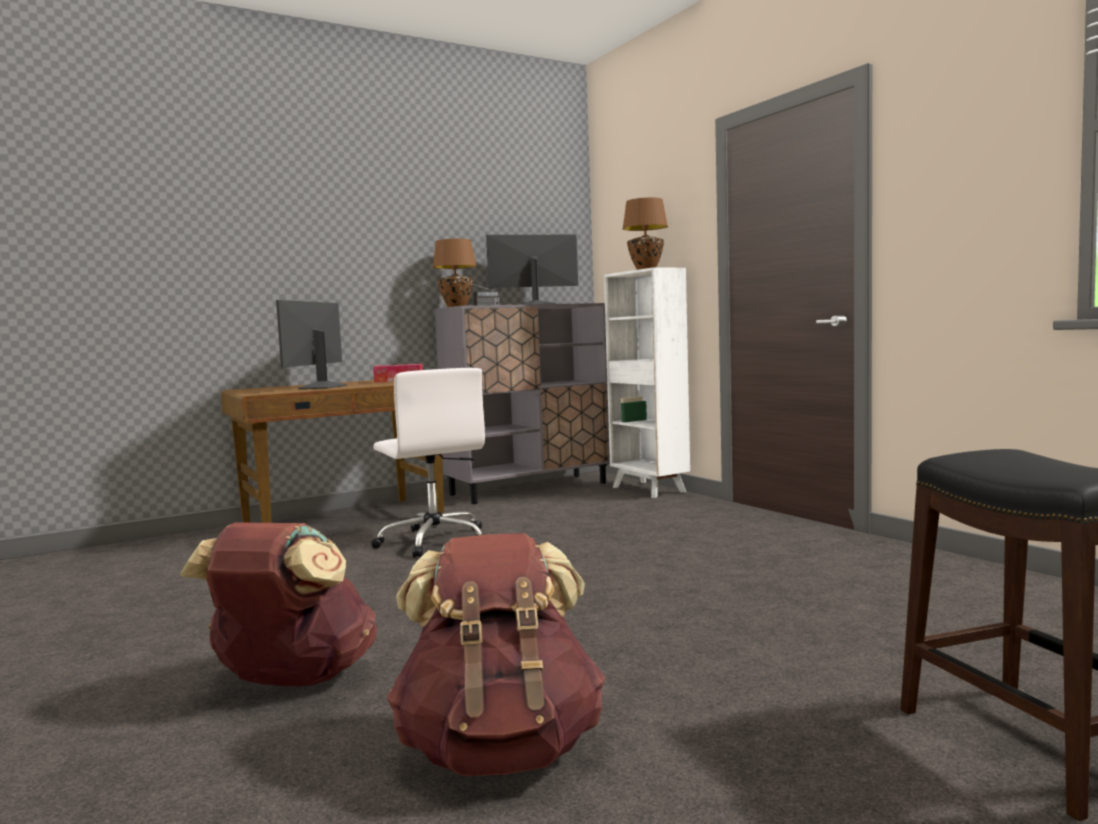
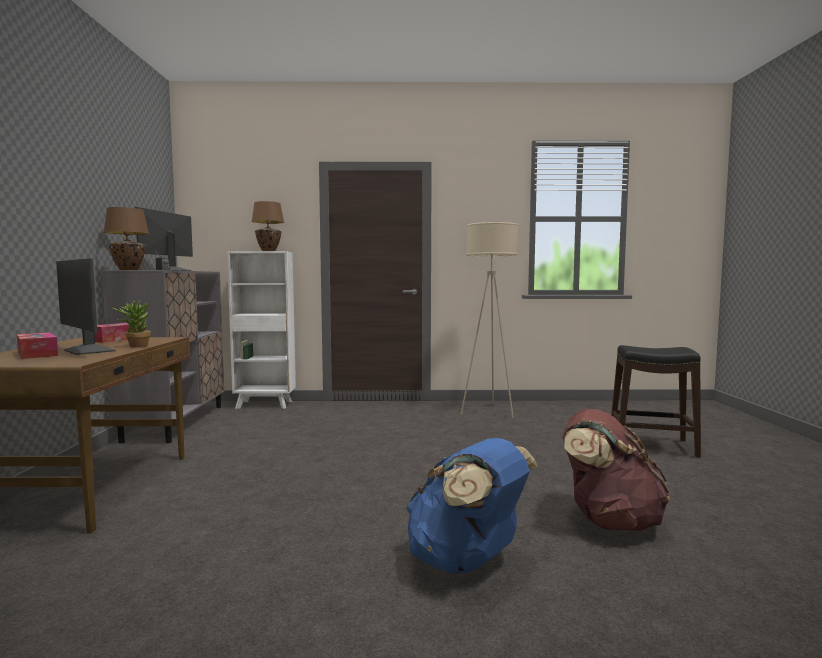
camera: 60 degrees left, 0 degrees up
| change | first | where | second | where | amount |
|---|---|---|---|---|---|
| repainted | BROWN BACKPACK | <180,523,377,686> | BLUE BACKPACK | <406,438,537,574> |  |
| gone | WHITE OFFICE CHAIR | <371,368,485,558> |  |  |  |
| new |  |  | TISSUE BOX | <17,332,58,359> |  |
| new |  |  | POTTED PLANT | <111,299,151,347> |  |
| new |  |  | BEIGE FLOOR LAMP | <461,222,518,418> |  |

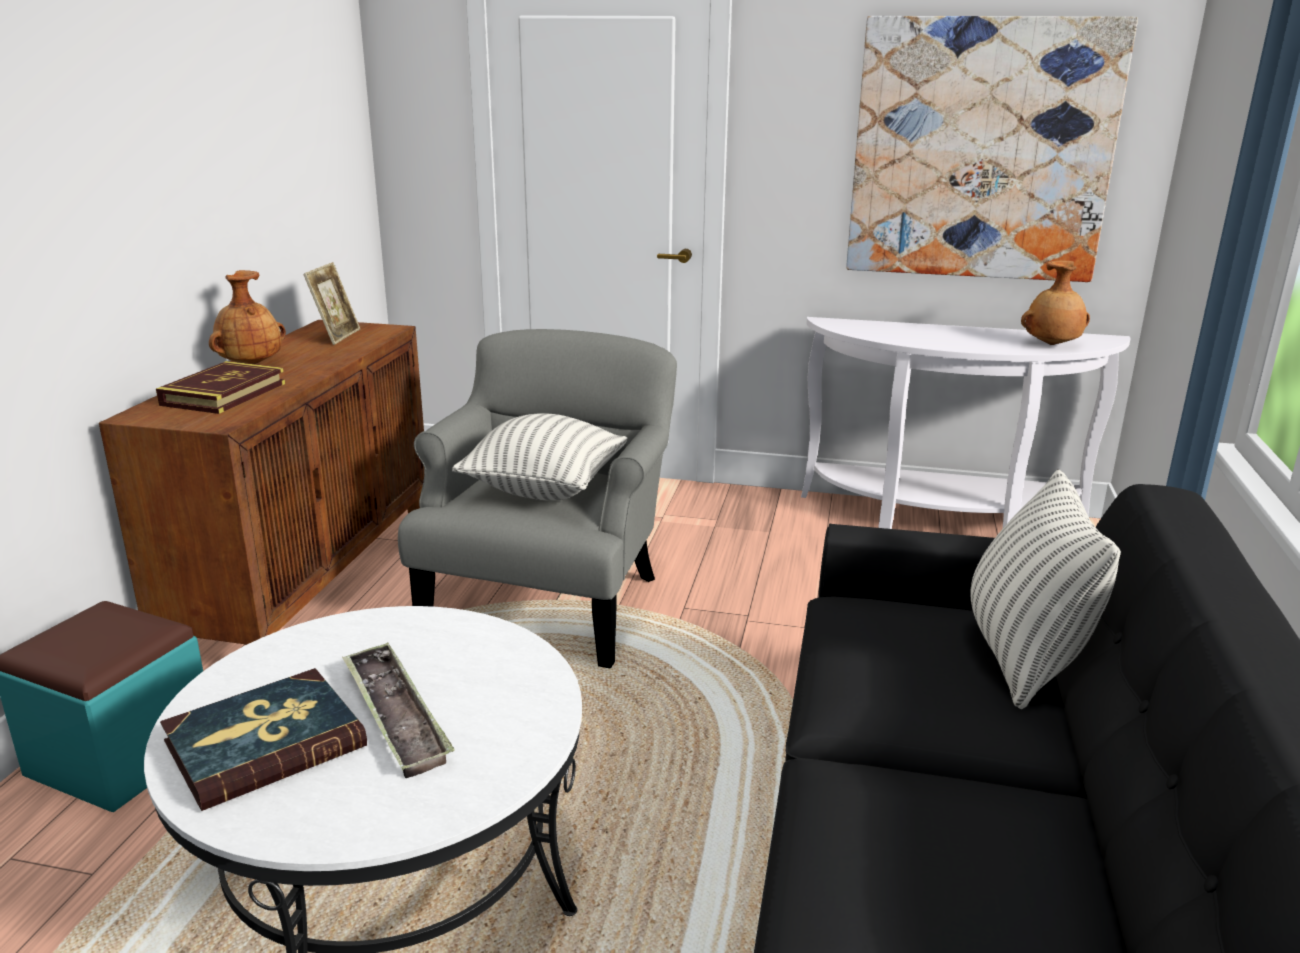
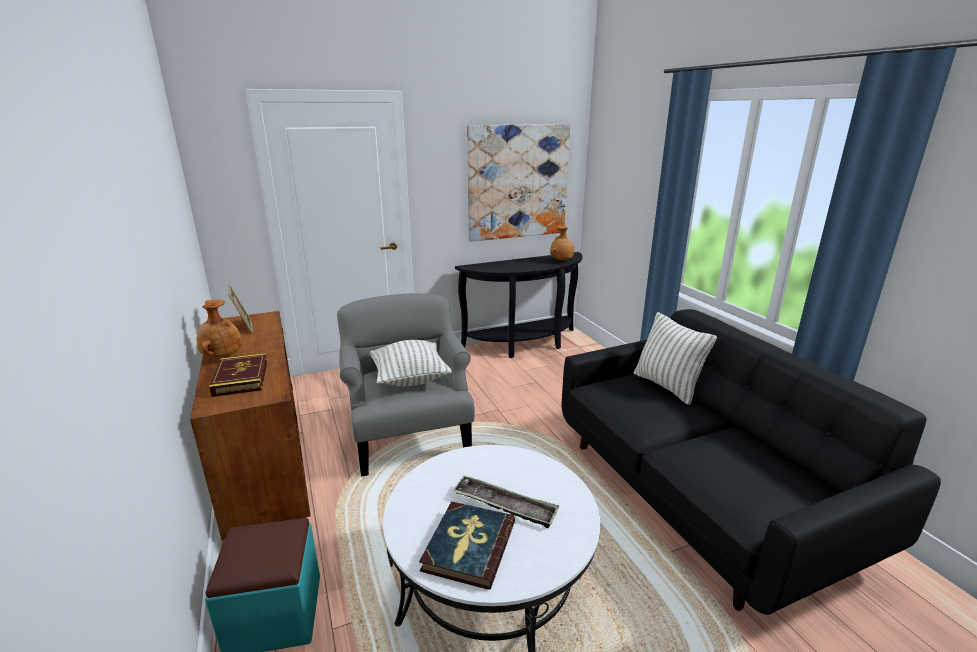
camera: 35 degrees left, 0 degrees up
| change | first | where | second | where | amount |
|---|---|---|---|---|---|
| repainted | WHITE CONSOLE TABLE | <801,317,1131,529> | BLACK CONSOLE TABLE | <455,252,582,358> |  |

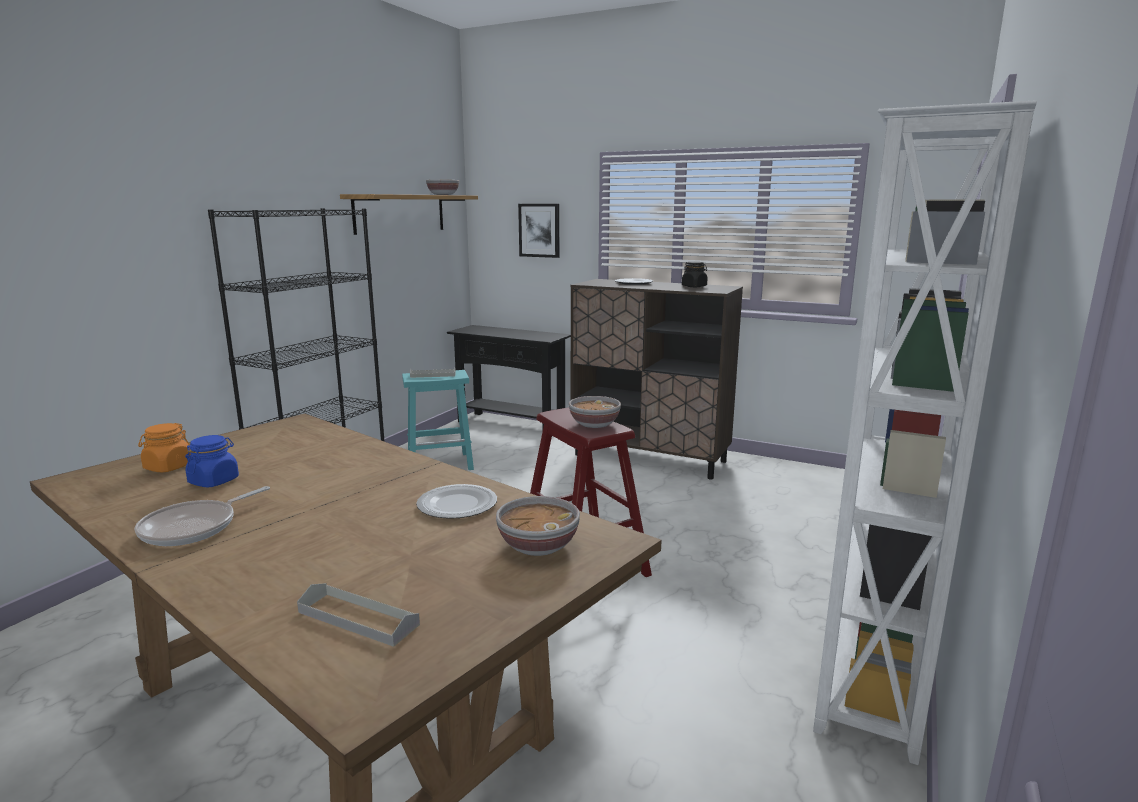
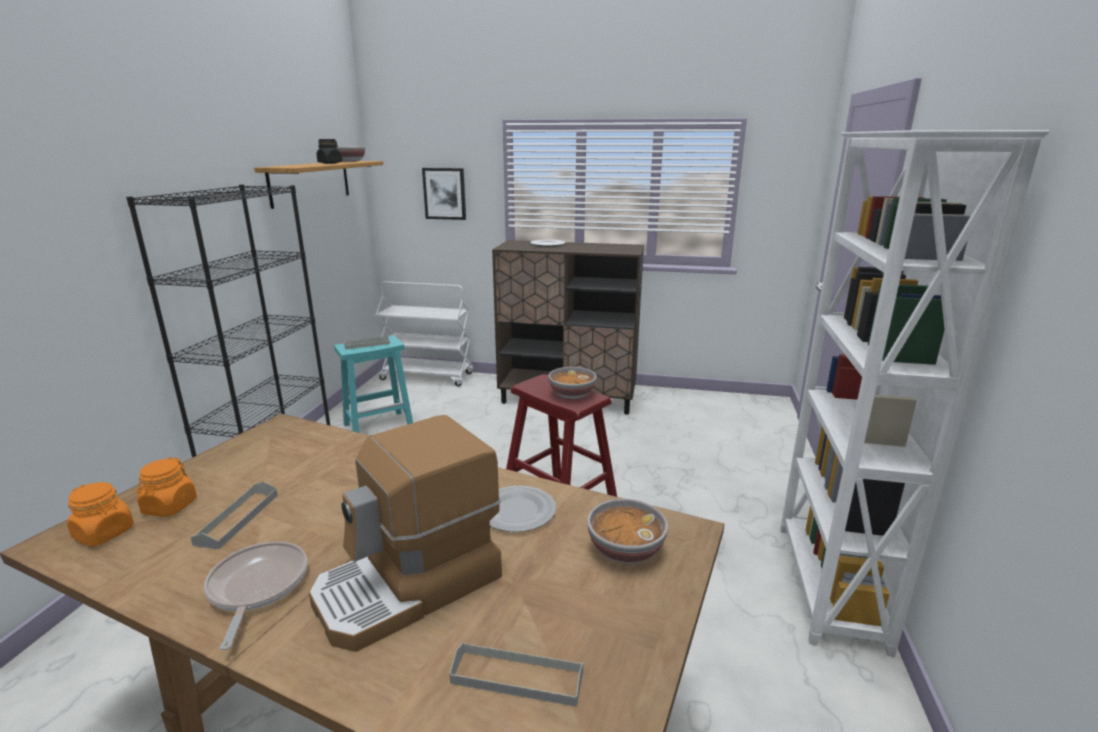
camera: 15 degrees left, 5 degrees up
| change | first | where | second | where | amount |
|---|---|---|---|---|---|
| rotated | FRYING PAN | <135,486,270,546> |  | <204,541,308,650> | 150 degrees clockwise |
| swapped | BLUE JAR | <185,435,239,488> | GREY TRAY | <190,481,278,549> |  |
| swapped | BLACK CONSOLE TABLE | <447,325,571,432> | WHITE CART | <375,281,473,387> |  |
| shifted | BLACK JAR | <682,262,707,287> |  | <317,139,342,164> |  |
| new |  |  | ORANGE JAR | <67,482,134,547> |  |
| new |  |  | COFFEE MACHINE | <309,415,502,652> |  |

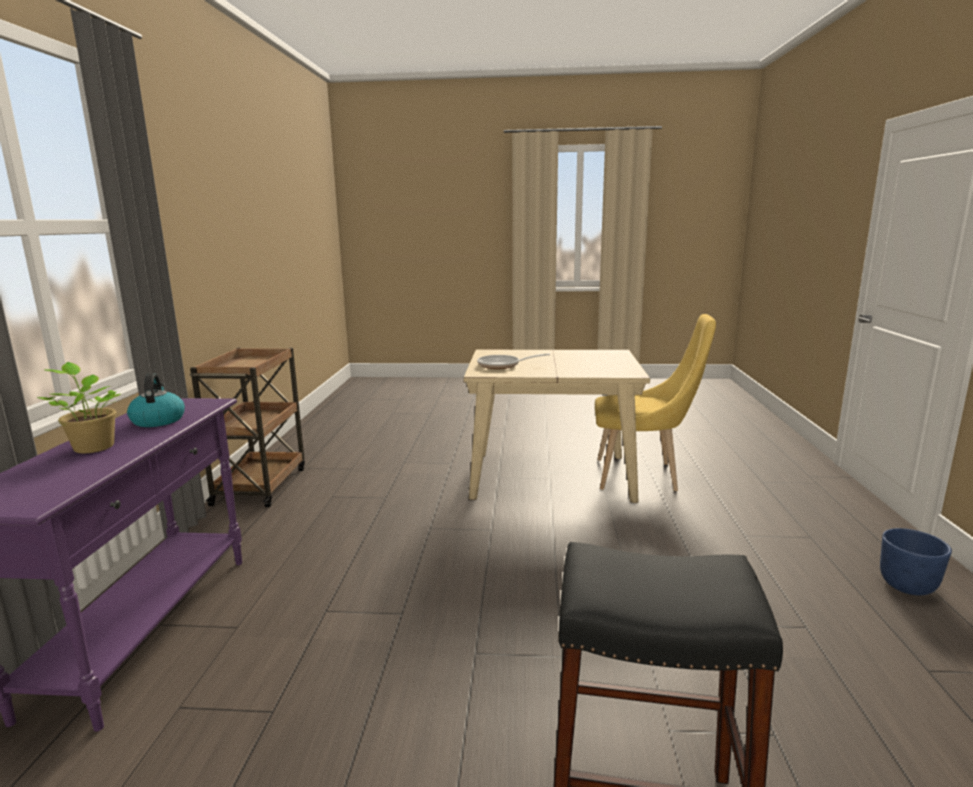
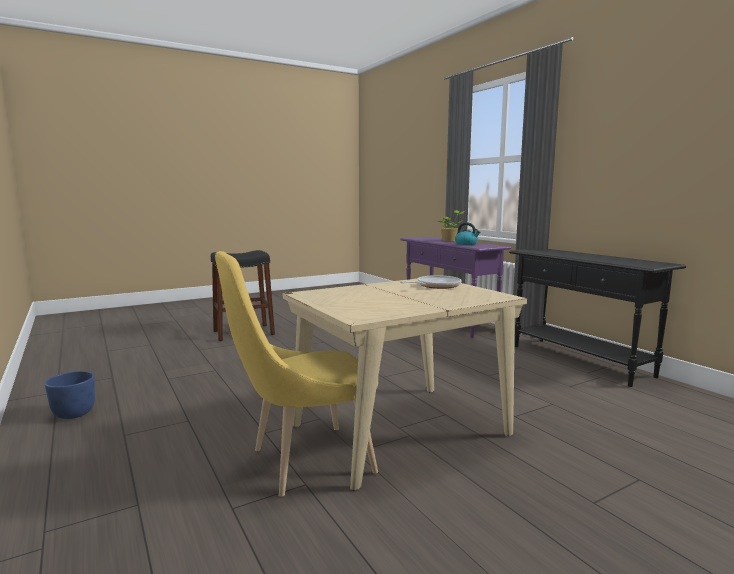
camera: 145 degrees right, 5 degrees down
| change | first | where | second | where | amount |
|---|---|---|---|---|---|
| swapped | BROWN CART | <190,348,305,507> | BLACK CONSOLE TABLE | <509,248,686,387> |  |

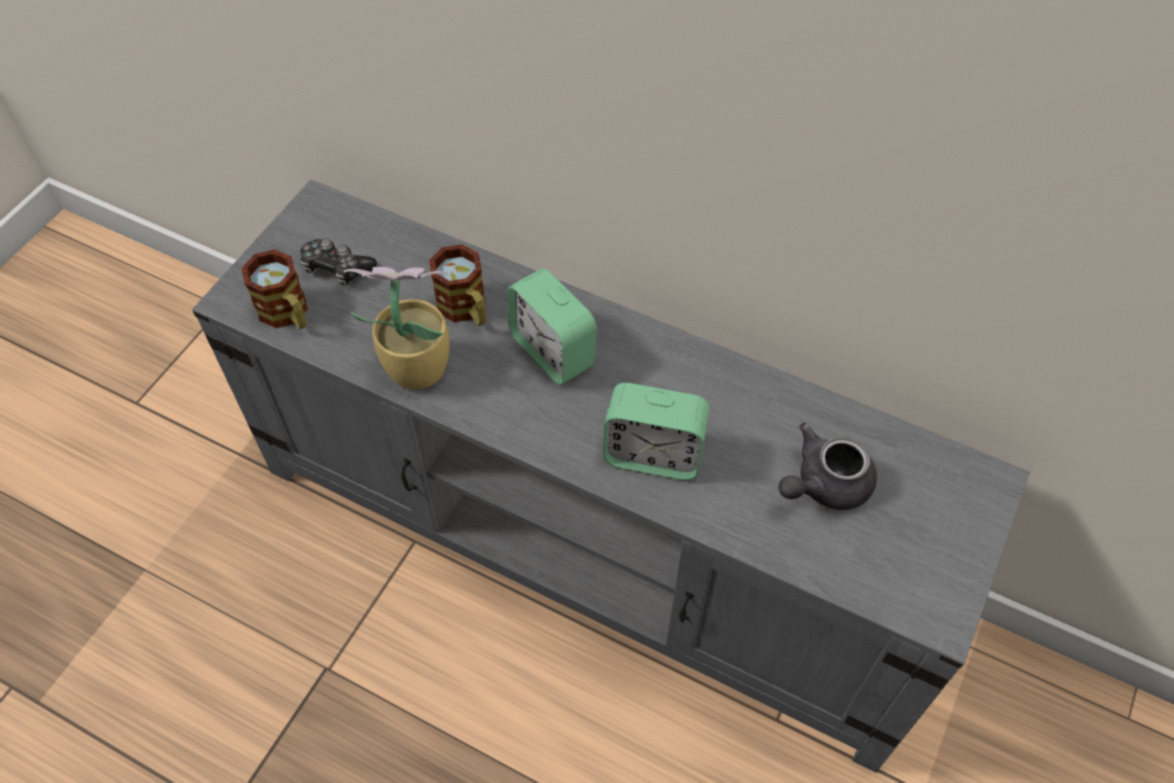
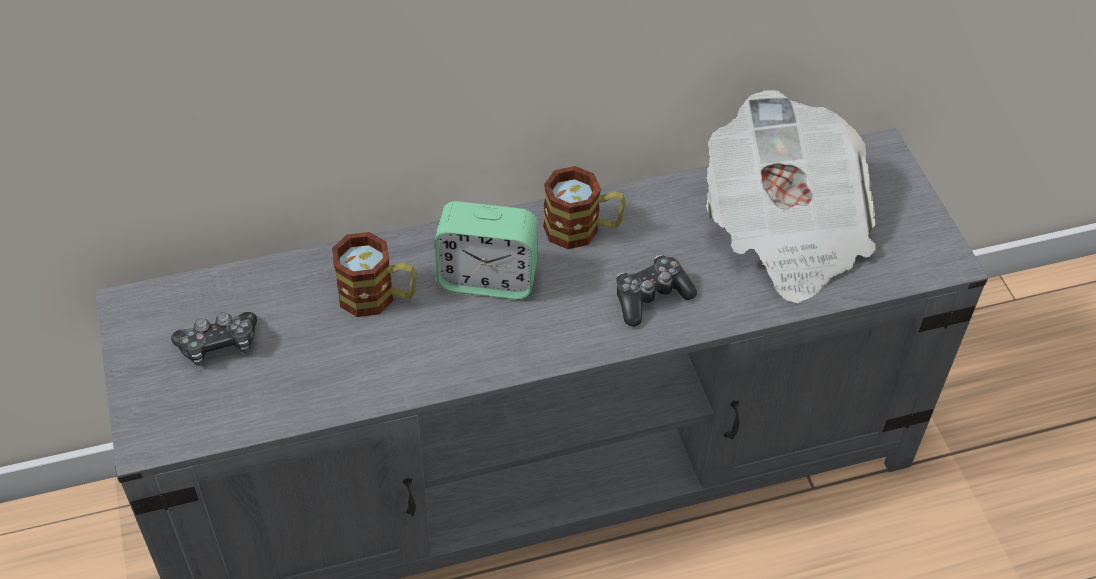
camera: 45 degrees left, 5 degrees down
| change | first | where | second | where | amount |
|---|---|---|---|---|---|
| shifted | MUG | <241,249,308,329> |  | <543,166,626,249> |  |
| gone | POTTED PLANT | <344,267,449,390> |  |  |  |
| swapped | ALARM CLOCK | <603,383,710,480> | GAME CONTROLLER | <616,255,697,327> |  |
| swapped | GREY TEAPOT | <779,423,877,510> | NEWSPAPER | <706,90,876,303> |  |

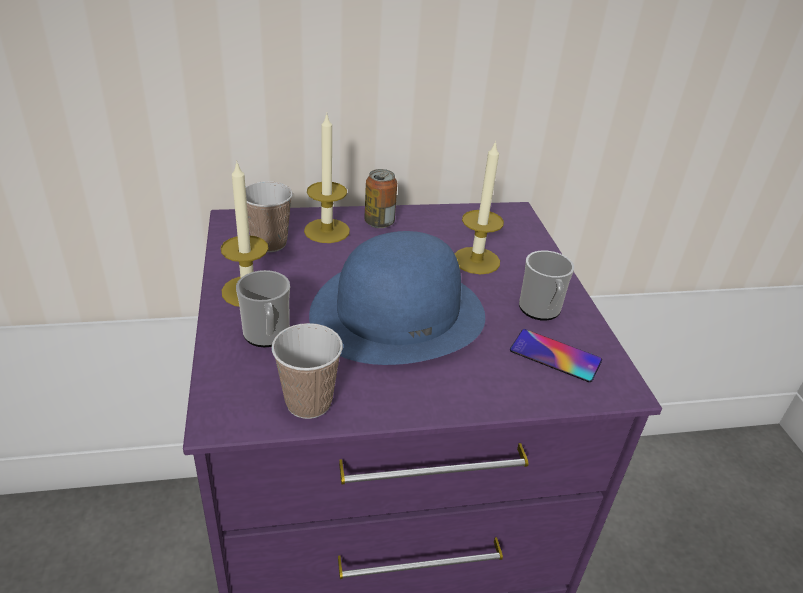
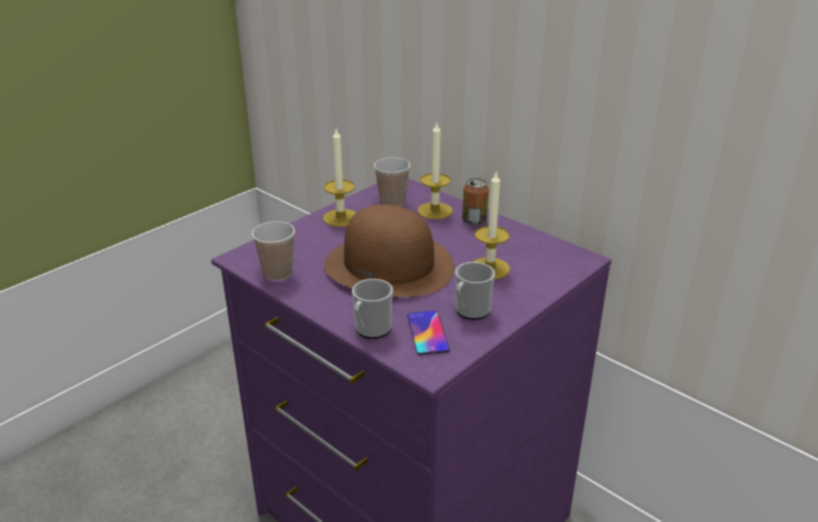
camera: 55 degrees right, 5 degrees down
| change | first | where | second | where | amount |
|---|---|---|---|---|---|
| shifted | MUG | <236,270,290,347> |  | <352,279,393,339> |  |
| repainted | BLUE HAT | <309,231,485,365> | BROWN HAT | <324,205,454,297> |  |

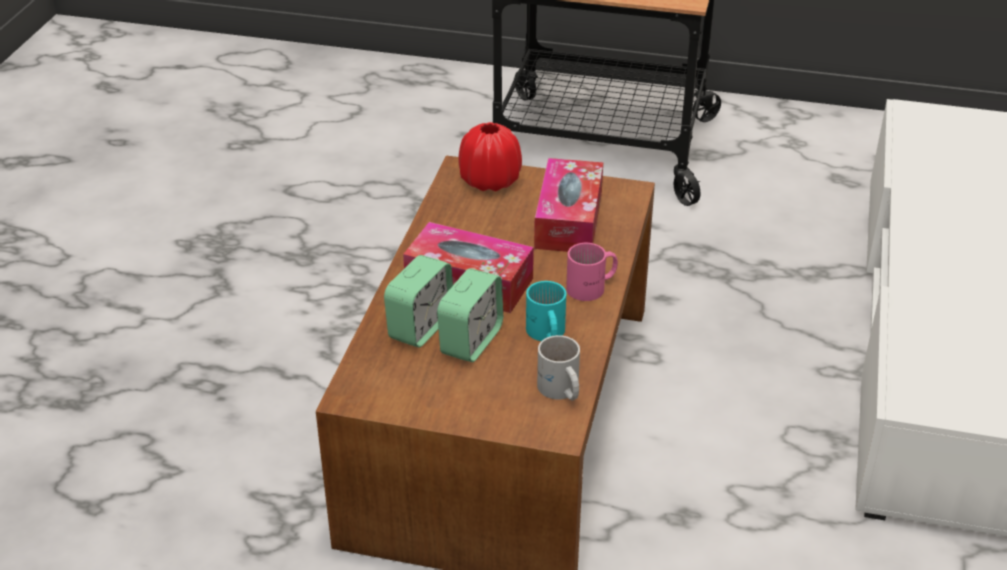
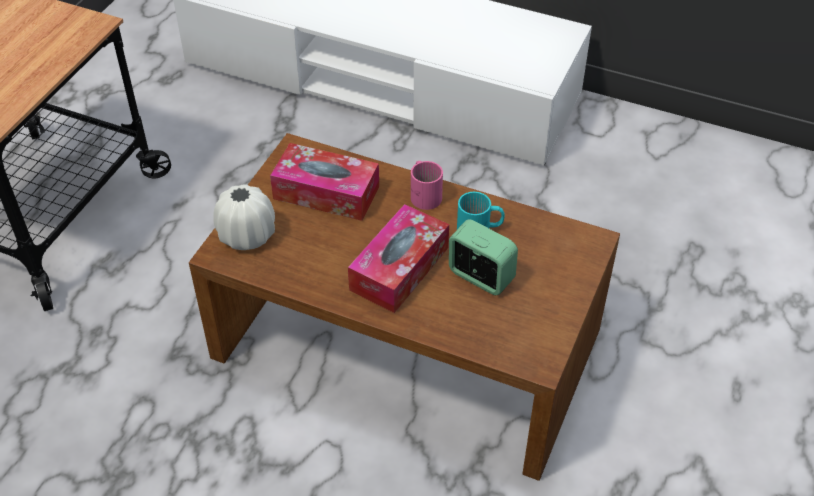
camera: 80 degrees left, 10 degrees up
| change | first | where | second | where | amount |
|---|---|---|---|---|---|
| gone | ALARM CLOCK | <384,255,453,347> |  |  |  |
| repainted | RED VASE | <458,122,522,191> | WHITE VASE | <213,184,275,250> |  |
| gone | WHITE MUG | <537,335,580,401> |  |  |  |

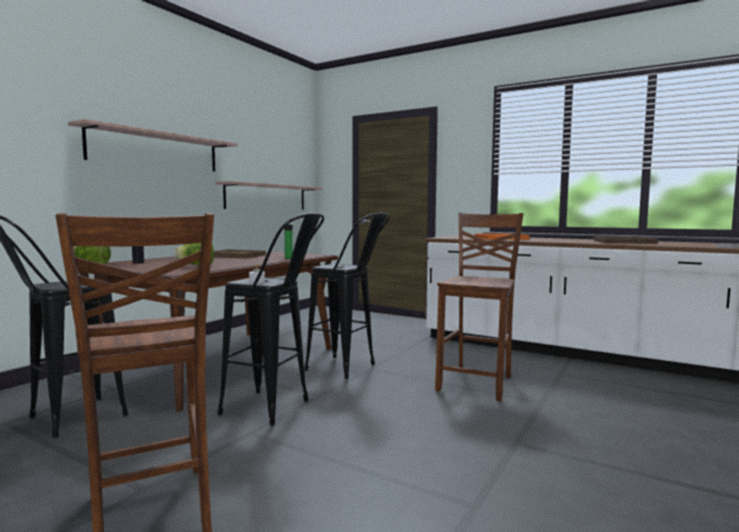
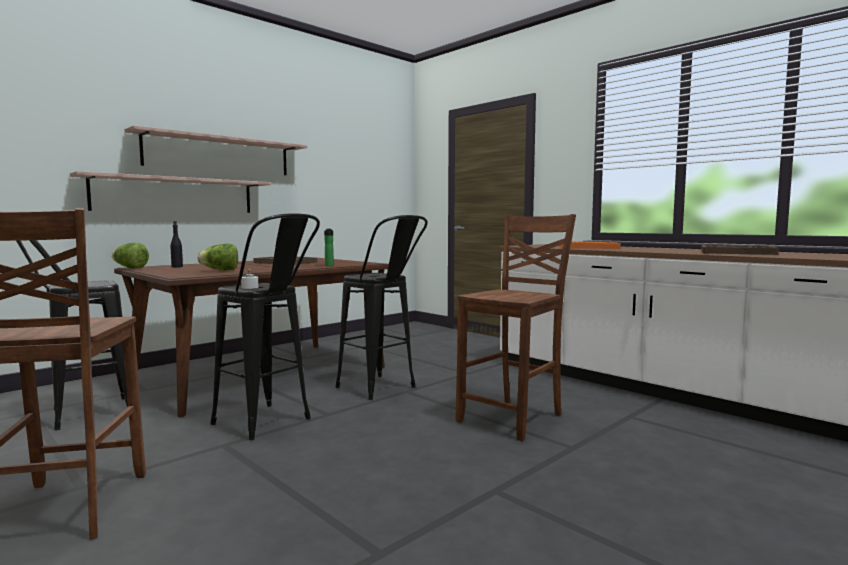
camera: 15 degrees right, 0 degrees up
| change | first | where | second | where | amount |
|---|---|---|---|---|---|
| shifted | SHELF | <215,181,323,210> |  | <70,171,271,213> |  |

